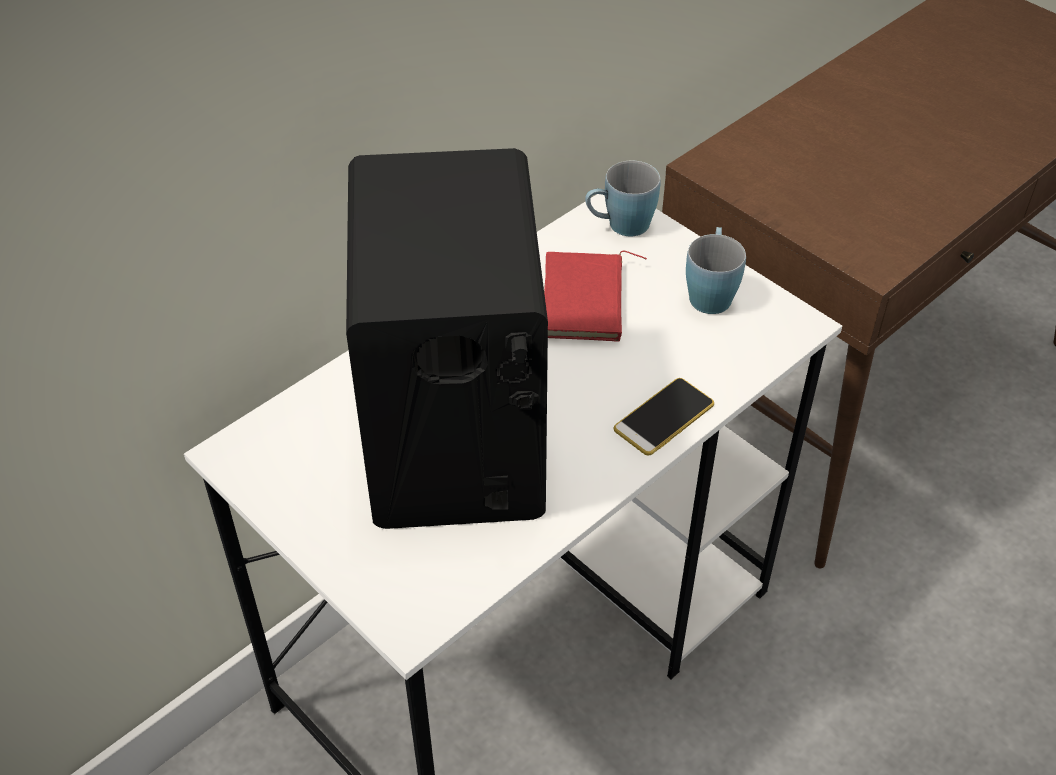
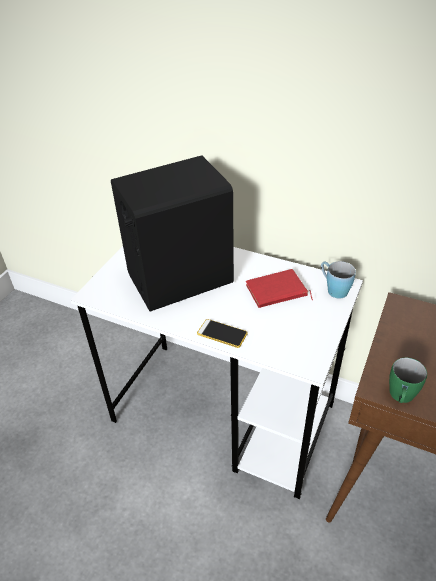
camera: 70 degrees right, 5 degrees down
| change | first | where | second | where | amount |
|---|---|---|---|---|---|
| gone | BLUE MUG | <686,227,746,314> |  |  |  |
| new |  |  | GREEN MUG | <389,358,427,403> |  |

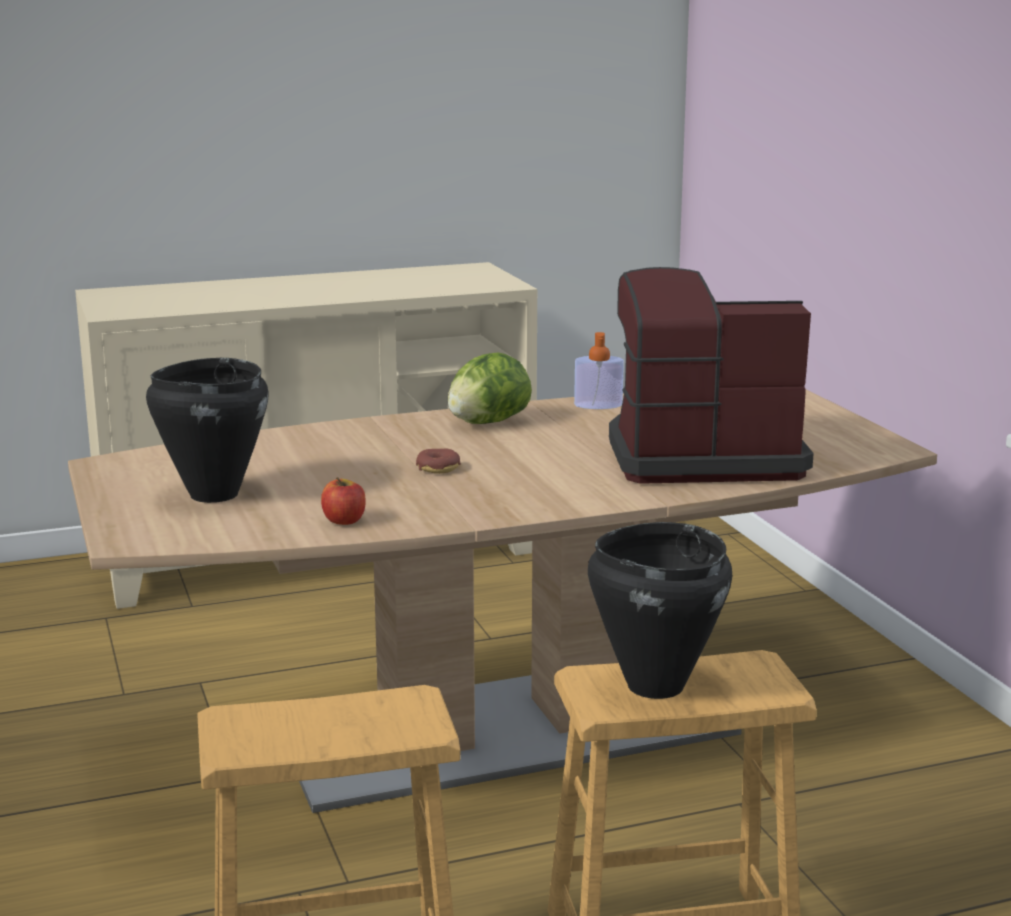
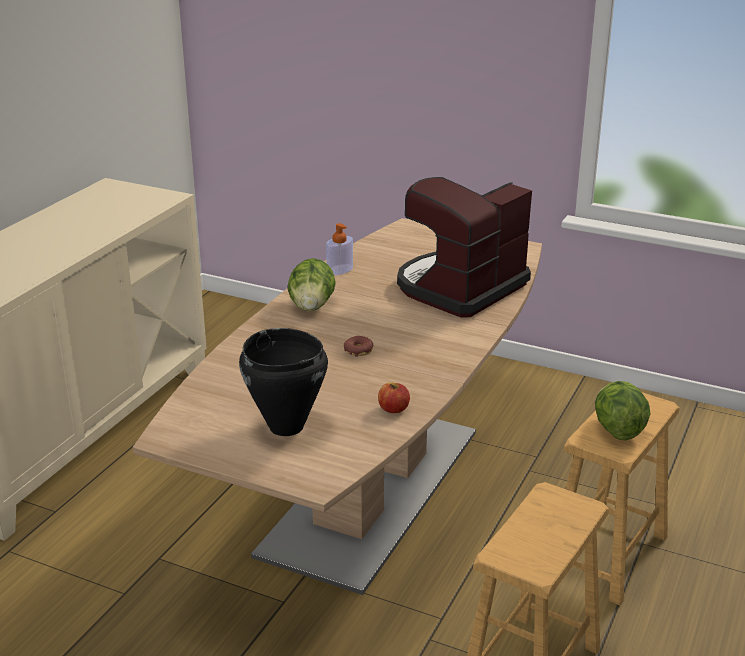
camera: 45 degrees left, 10 degrees up
| change | first | where | second | where | amount |
|---|---|---|---|---|---|
| swapped | BLACK COOKING POT | <588,522,732,699> | LETTUCE | <595,381,650,440> |  |

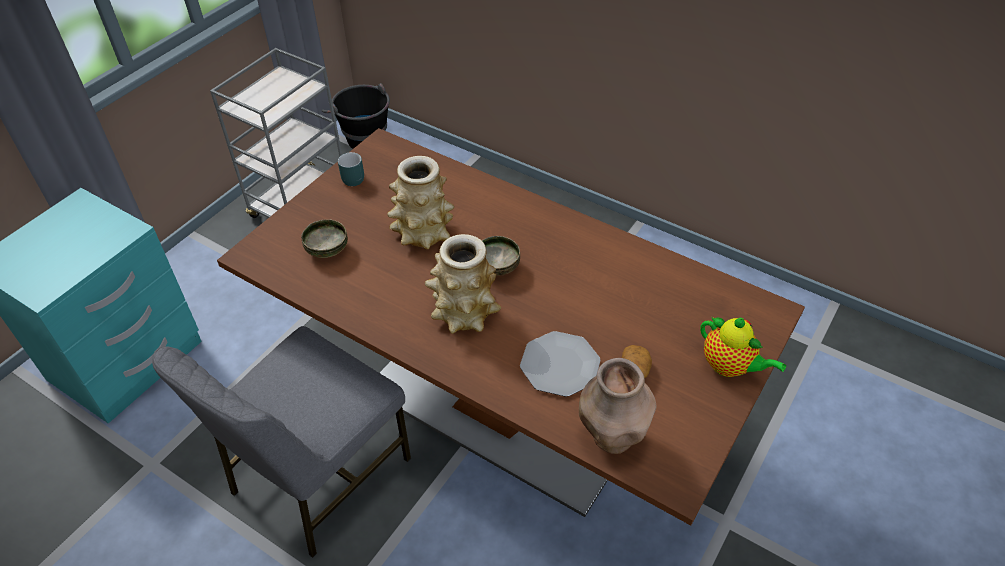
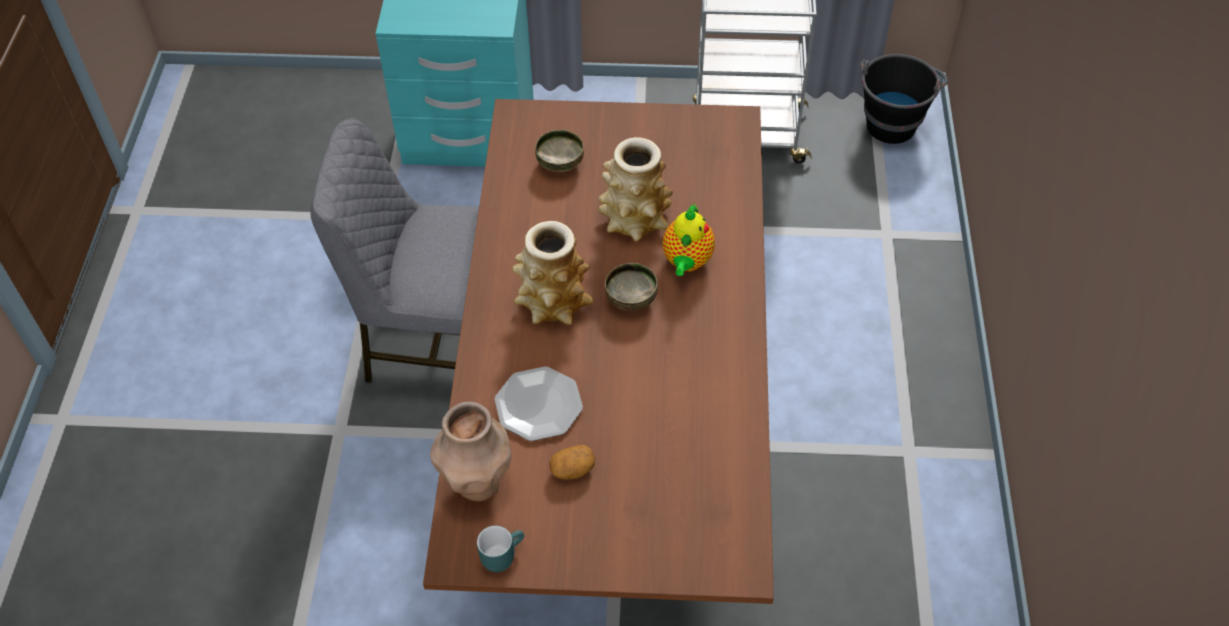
camera: 60 degrees right, 5 degrees up
| change | first | where | second | where | amount |
|---|---|---|---|---|---|
| shifted | TURQUOISE MUG | <338,152,364,186> |  | <477,526,524,572> |  |
| shifted | TEAPOT | <700,317,786,377> |  | <663,202,715,276> |  |

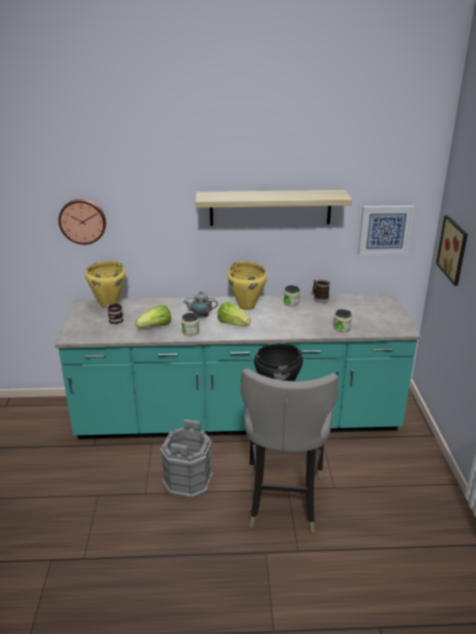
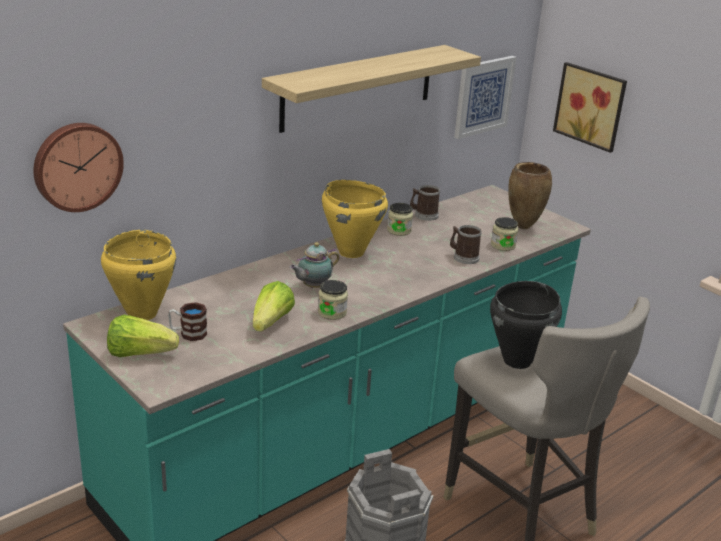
camera: 40 degrees left, 0 degrees up
| change | first | where | second | where | amount |
|---|---|---|---|---|---|
| shifted | LETTUCE | <217,302,251,326> |  | <107,315,179,357> |  |
| new |  |  | MUG | <450,225,482,264> |  |
| new |  |  | BROWN VASE | <508,162,552,229> |  |

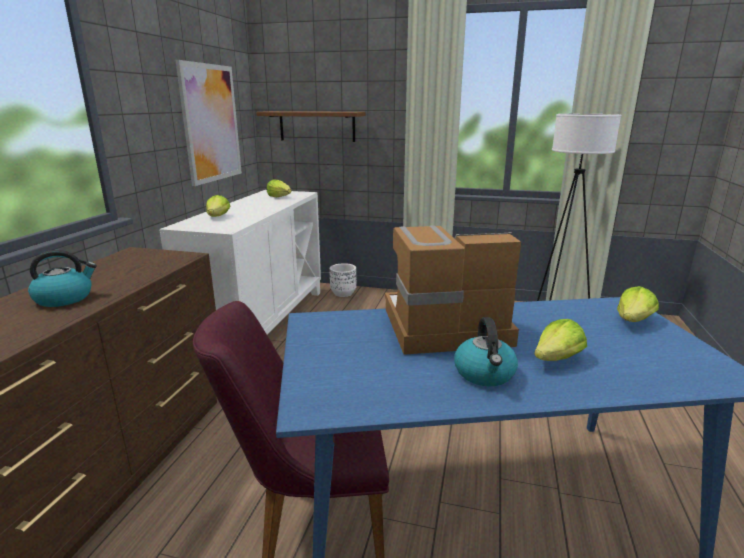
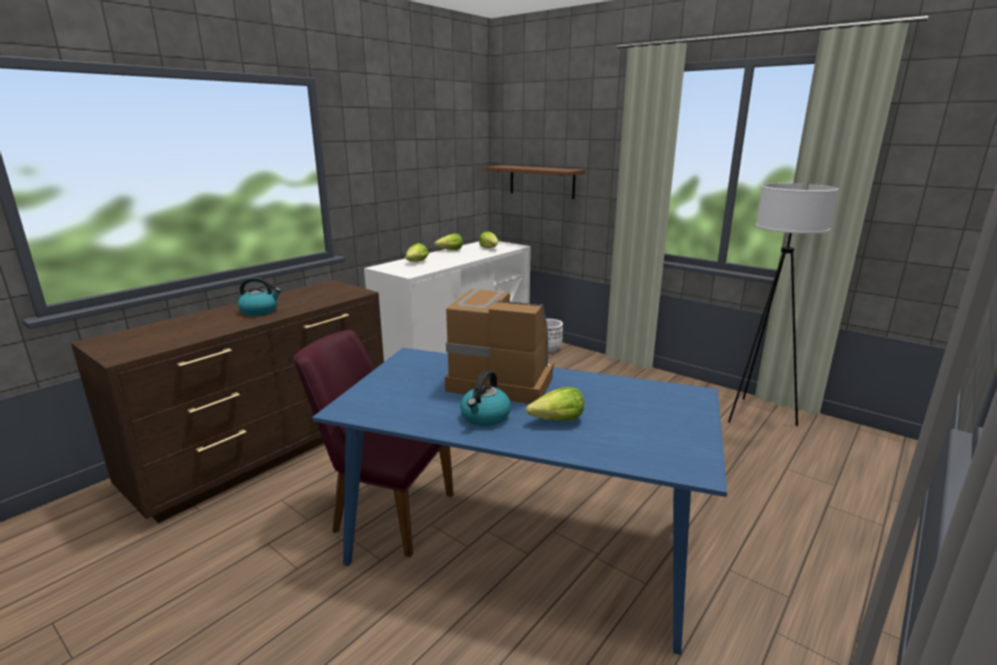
camera: 25 degrees right, 0 degrees up
| change | first | where | second | where | amount |
|---|---|---|---|---|---|
| gone | PICTURE | <175,60,242,186> |  |  |  |
| shifted | LETTUCE | <617,286,659,322> |  | <434,233,463,250> |  |

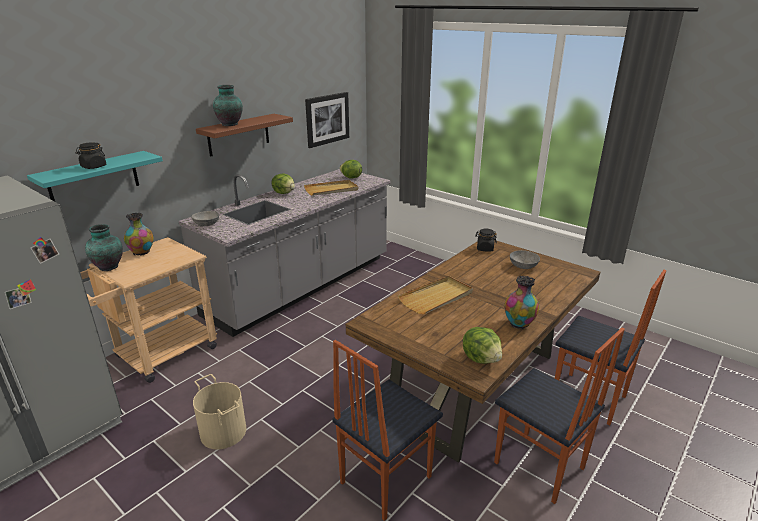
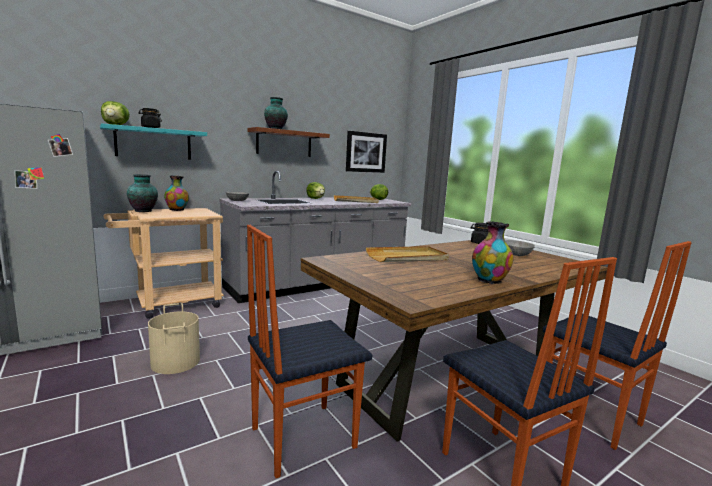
camera: 15 degrees right, 15 degrees down
| change | first | where | second | where | amount |
|---|---|---|---|---|---|
| shifted | LETTUCE | <463,327,502,364> |  | <101,101,130,125> |  |

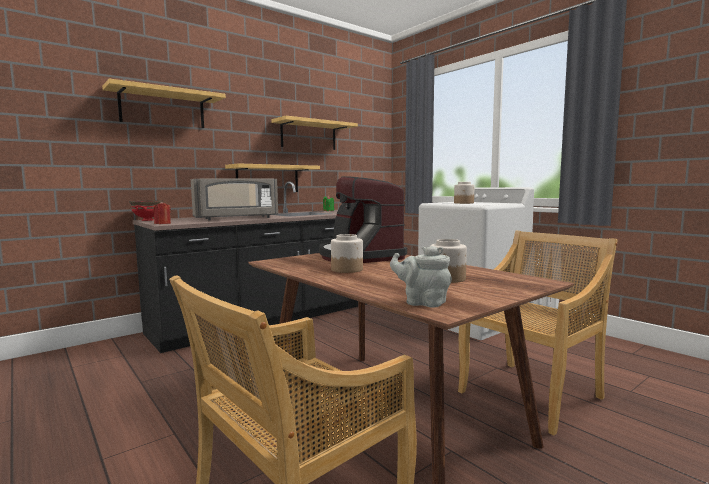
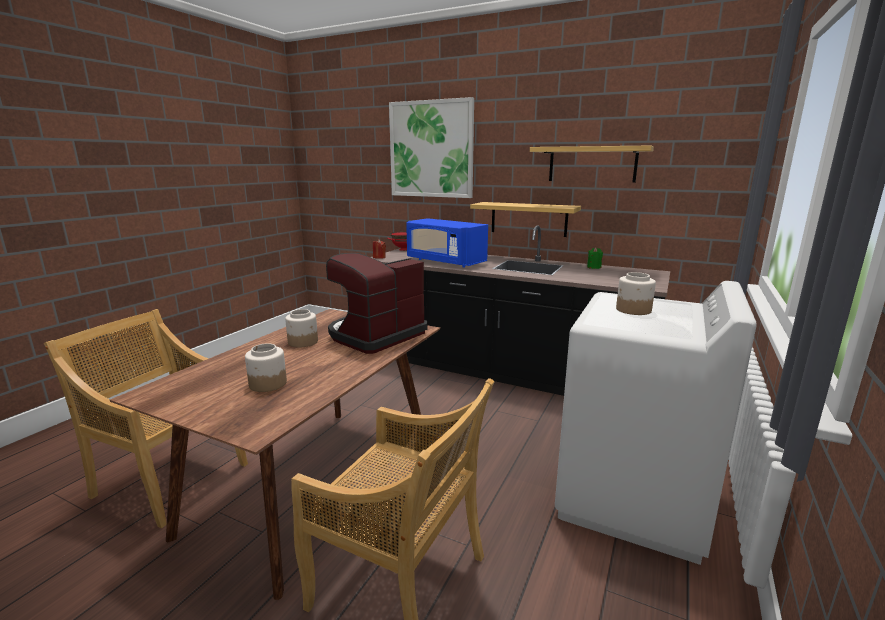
camera: 65 degrees right, 10 degrees up
| change | first | where | second | where | amount |
|---|---|---|---|---|---|
| swapped | SHELF | <102,79,226,128> | PICTURE | <389,97,474,198> |  |
| repainted | GREY MICROWAVE | <191,178,278,220> | BLUE MICROWAVE | <406,218,488,268> |  |
| gone | GREY TEAPOT | <390,246,452,308> |  |  |  |

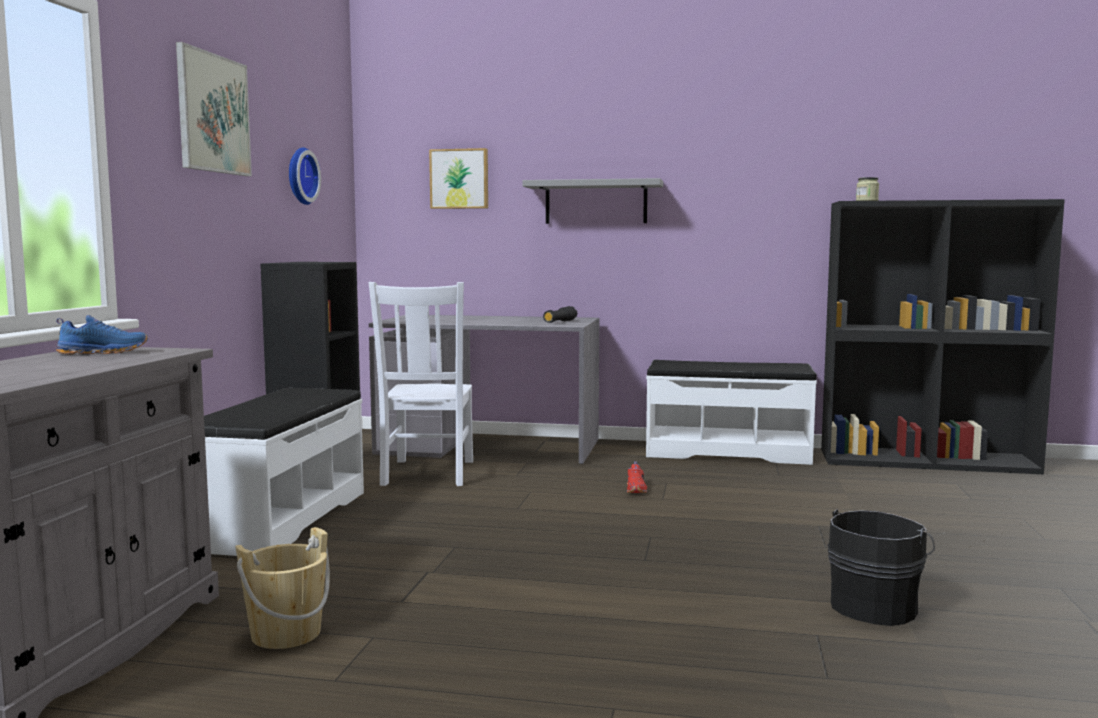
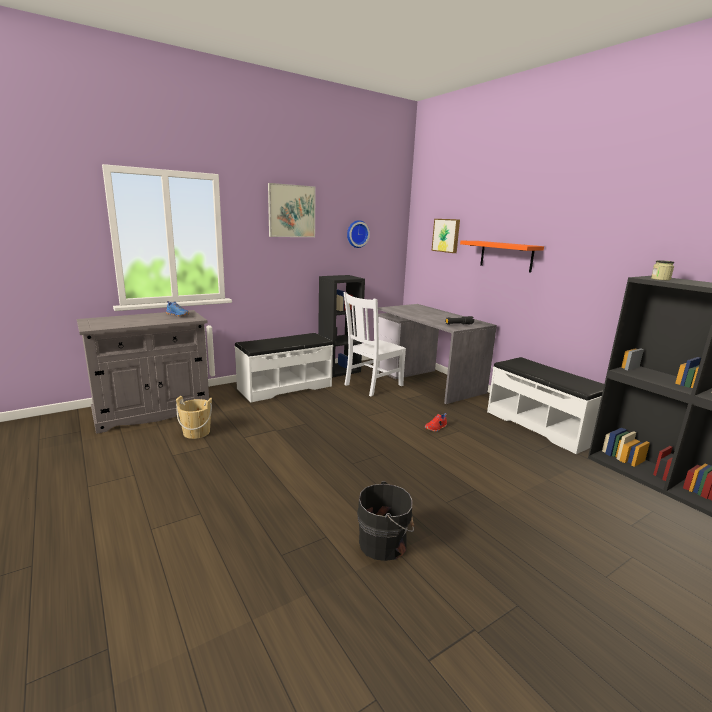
camera: 45 degrees right, 10 degrees up
| change | first | where | second | where | amount |
|---|---|---|---|---|---|
| repainted | GREY SHELF | <522,178,663,224> | ORANGE SHELF | <460,241,544,272> |  |

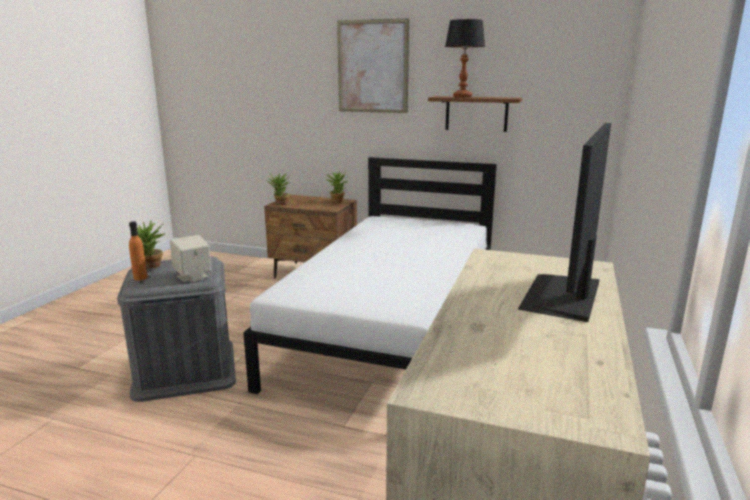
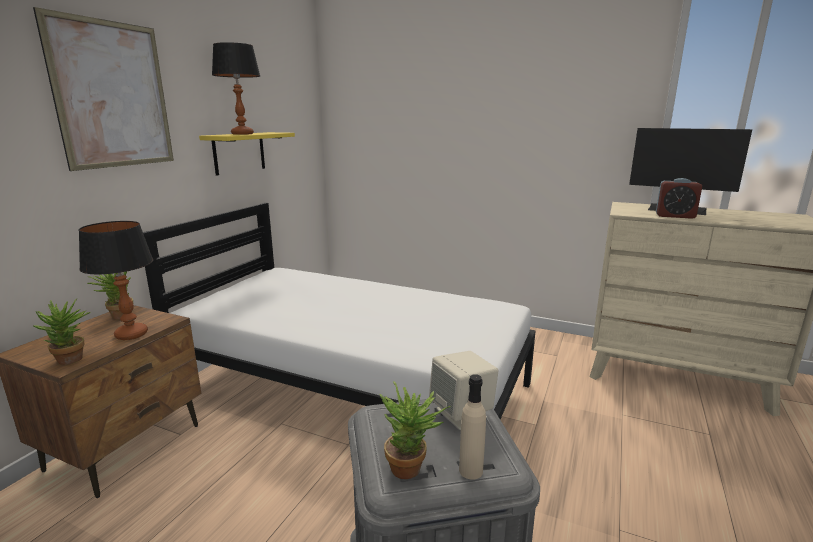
camera: 85 degrees left, 0 degrees up
| change | first | where | second | where | amount |
|---|---|---|---|---|---|
| repainted | ORANGE BOTTLE | <129,221,148,281> | BEIGE BOTTLE | <459,374,486,480> |  |
| repainted | BROWN SHELF | <428,96,522,132> | YELLOW SHELF | <199,132,295,176> |  |
| new |  |  | TABLE LAMP | <78,221,153,340> |  |
| new |  |  | ALARM CLOCK | <656,178,702,219> |  |

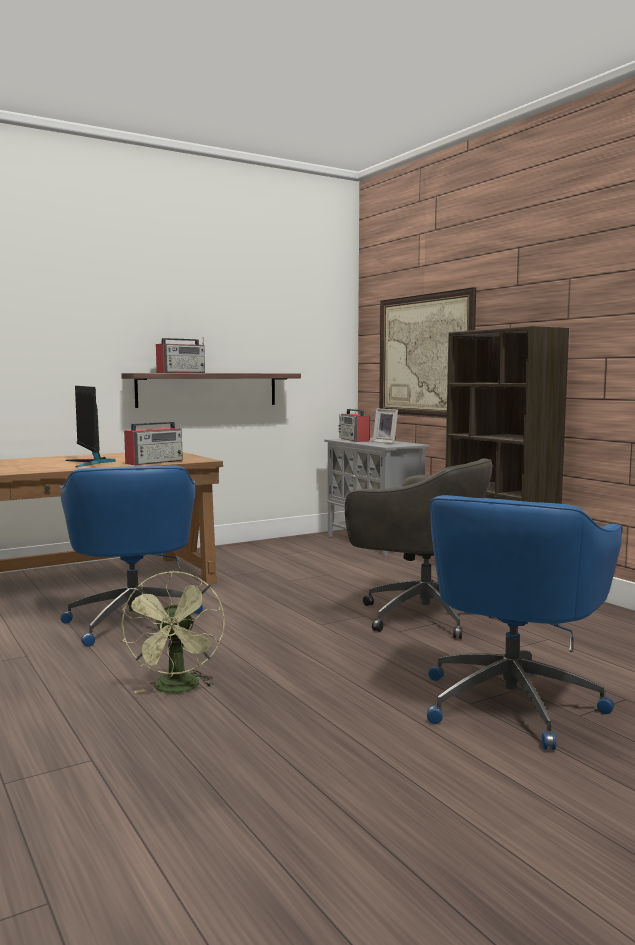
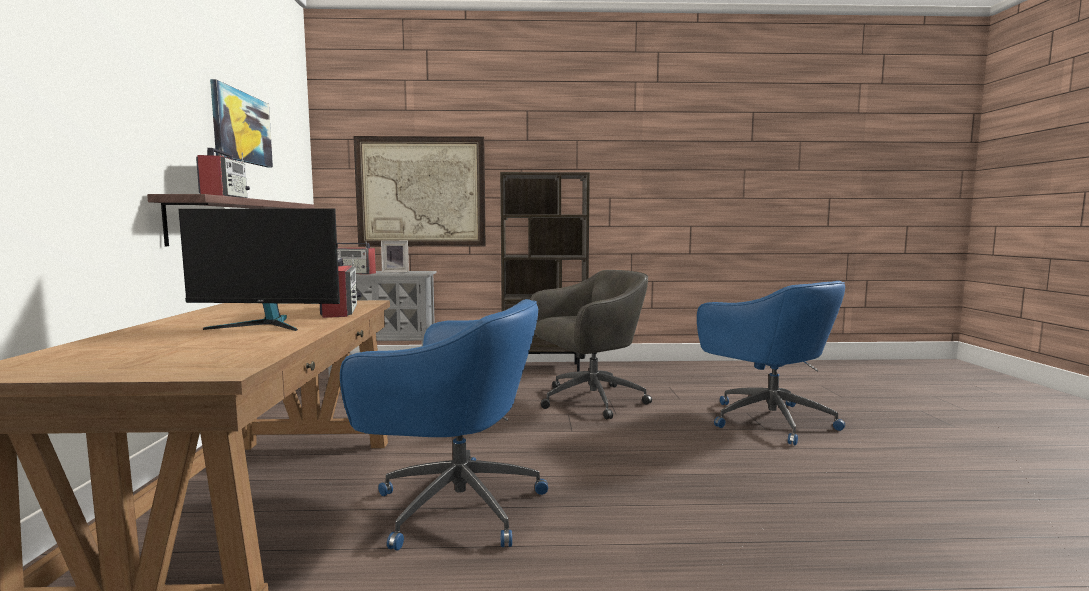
camera: 60 degrees left, 0 degrees up
| change | first | where | second | where | amount |
|---|---|---|---|---|---|
| gone | GREEN FAN | <121,571,225,693> |  |  |  |
| new |  |  | PICTURE | <210,79,273,168> |  |

